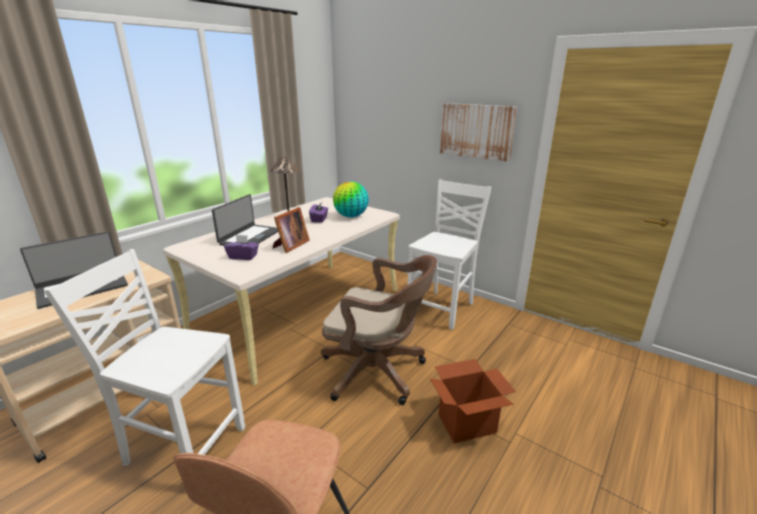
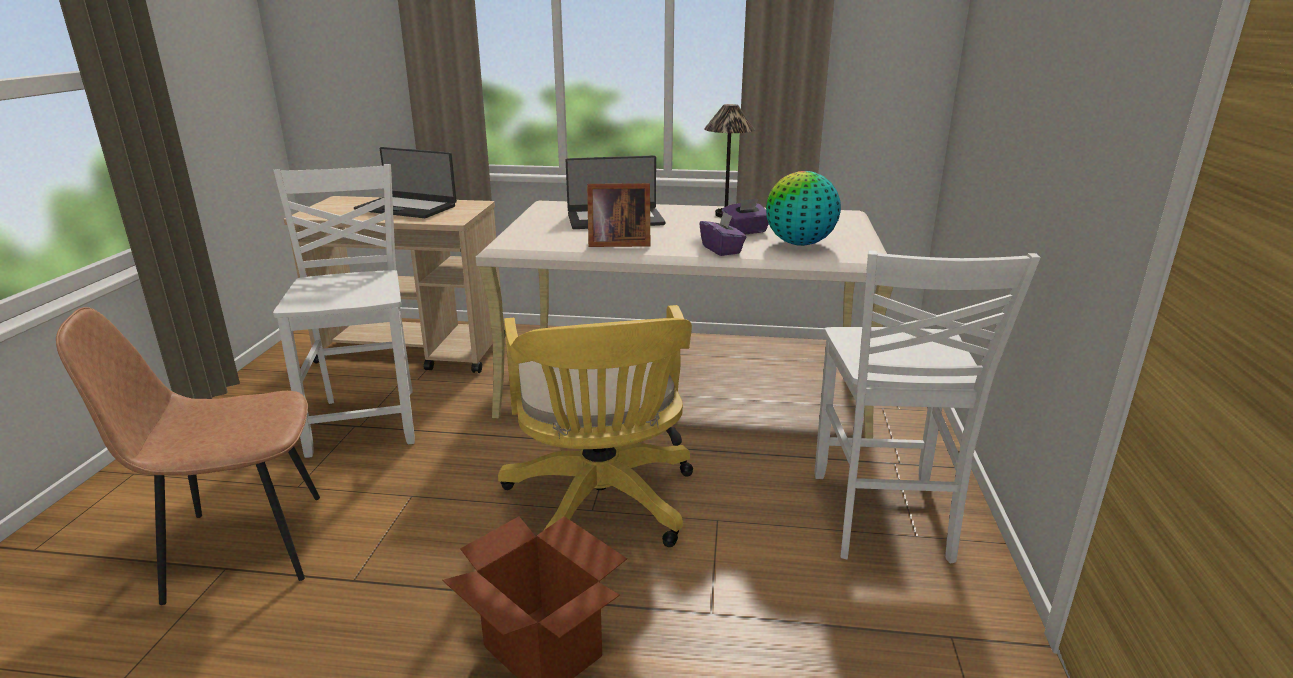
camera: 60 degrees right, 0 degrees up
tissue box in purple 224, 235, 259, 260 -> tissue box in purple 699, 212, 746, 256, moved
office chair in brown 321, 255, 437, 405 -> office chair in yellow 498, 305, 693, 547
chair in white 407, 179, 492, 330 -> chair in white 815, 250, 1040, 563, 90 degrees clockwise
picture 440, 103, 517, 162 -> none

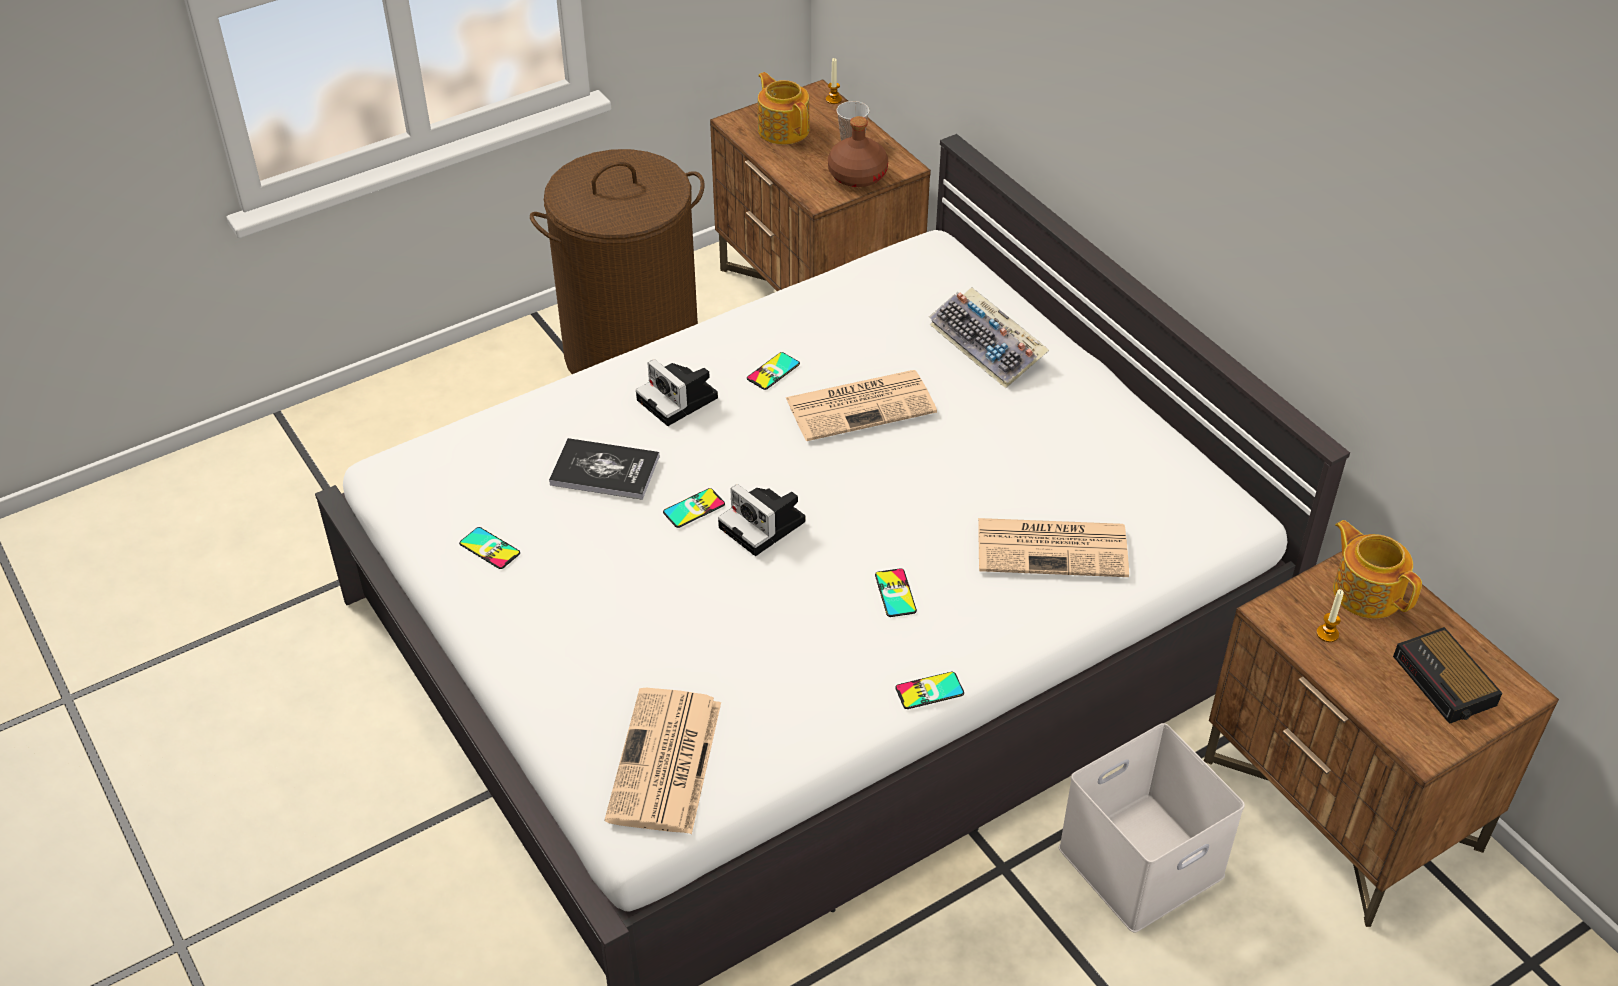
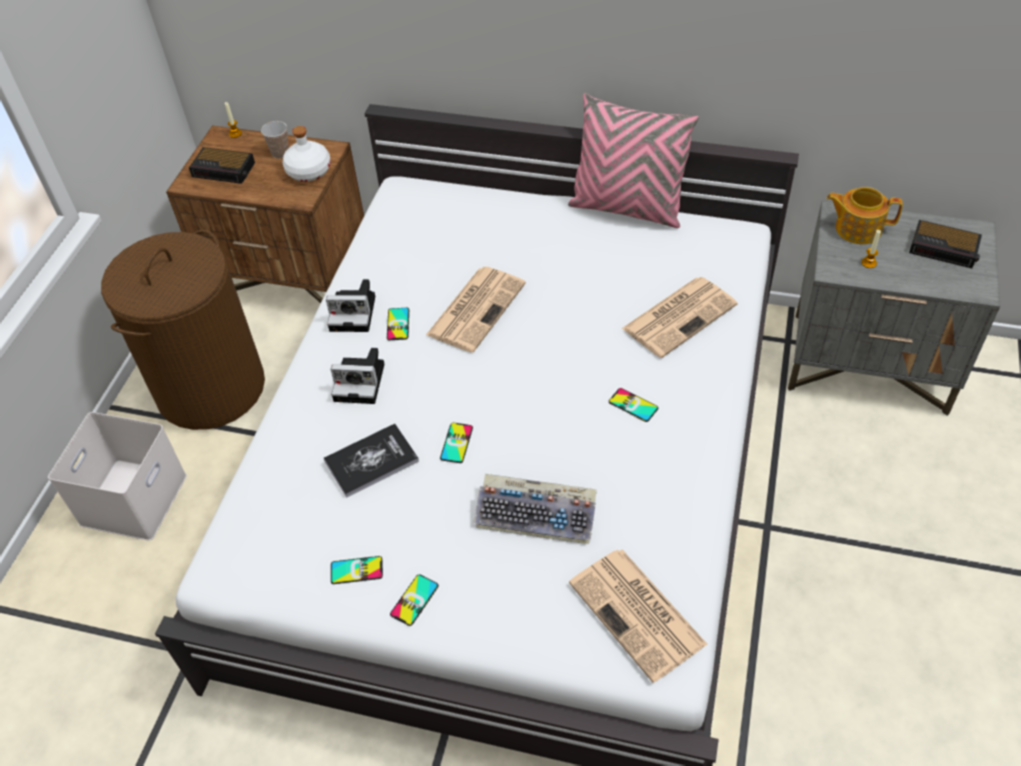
camera: 40 degrees left, 5 degrees up
photo camera 718, 484, 805, 556 -> photo camera 326, 279, 375, 332, moved
teapot 758, 72, 809, 145 -> alarm clock 189, 147, 255, 184
bottle in brown 828, 116, 888, 187 -> bottle in white 283, 126, 331, 182
phone 895, 672, 964, 709 -> phone 390, 574, 439, 626, moved
keyboard 929, 287, 1049, 388 -> keyboard 473, 474, 597, 544, moved
storage box in white 1059, 723, 1245, 932 -> storage box in white 48, 412, 187, 541, moved
nightstand in brown 1204, 551, 1559, 927 -> nightstand in grey 788, 201, 1000, 416
none -> pillow in pink 568, 93, 699, 228

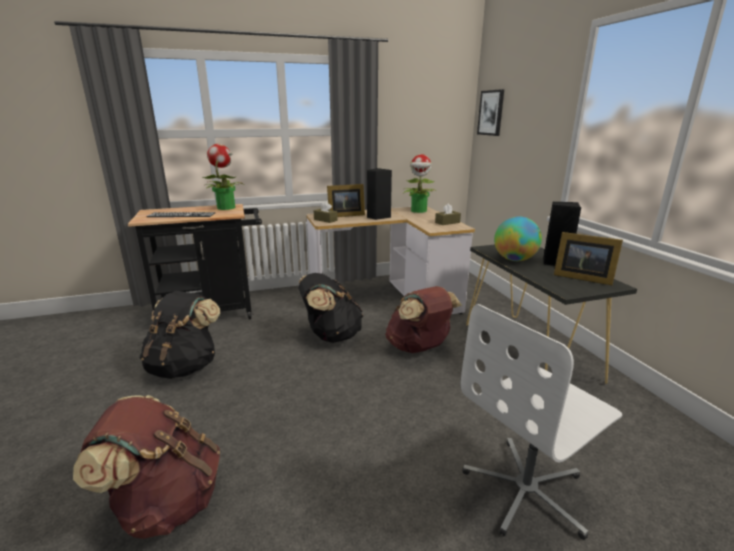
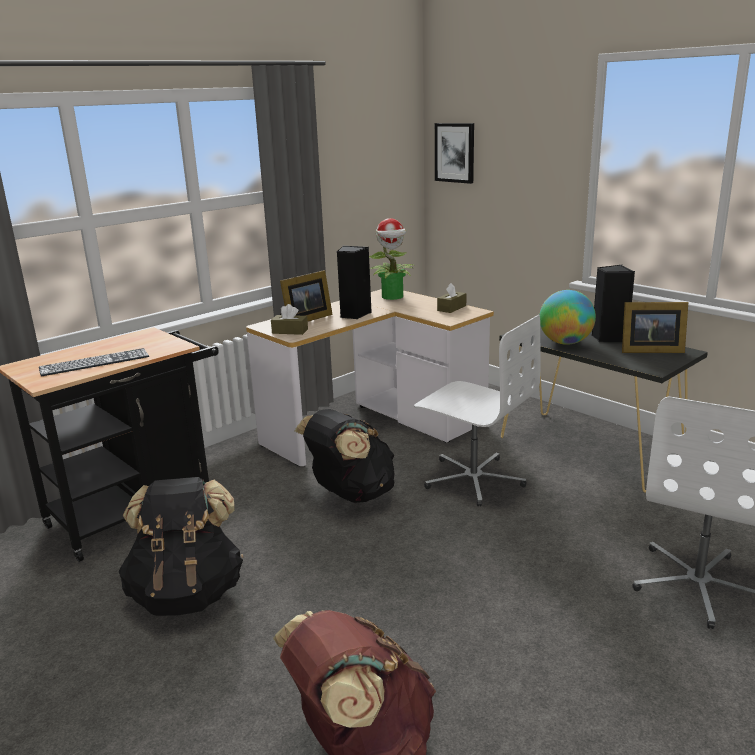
camera: 25 degrees left, 0 degrees up
potted plant 203, 144, 244, 210 -> none
backpack in brown 385, 286, 462, 353 -> office chair in white 414, 315, 541, 507

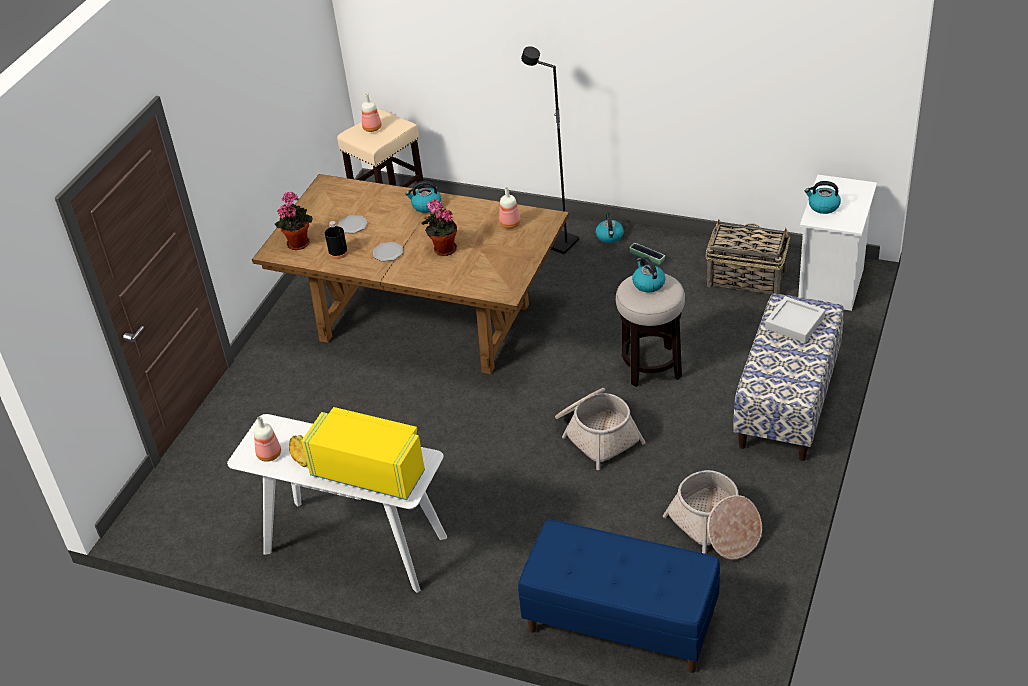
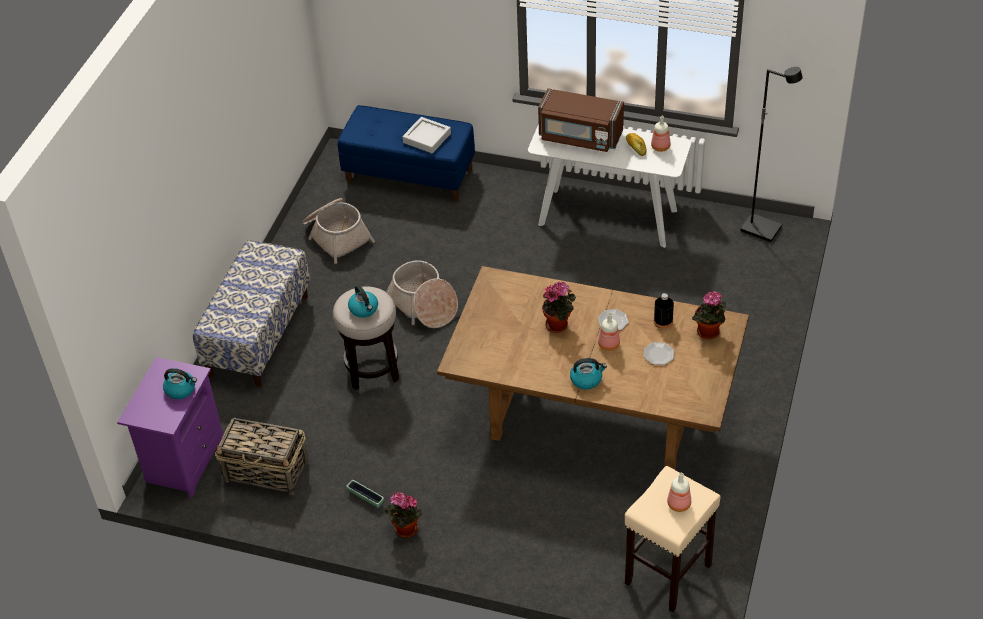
camera: 175 degrees right, 5 degrees up
microwave in yellow 302, 407, 425, 500 -> microwave in brown 538, 88, 624, 152
bottle 499, 187, 521, 229 -> bottle 598, 313, 620, 351, moved
floor lamp in black 521, 46, 579, 255 -> floor lamp in black 740, 67, 803, 243, moved
kettle 596, 212, 624, 243 -> potted plant 385, 492, 423, 538
tray in grey 765, 296, 825, 343 -> tray in grey 402, 117, 451, 154, moved
nightstand in white 798, 175, 877, 311 -> nightstand in purple 117, 357, 223, 498

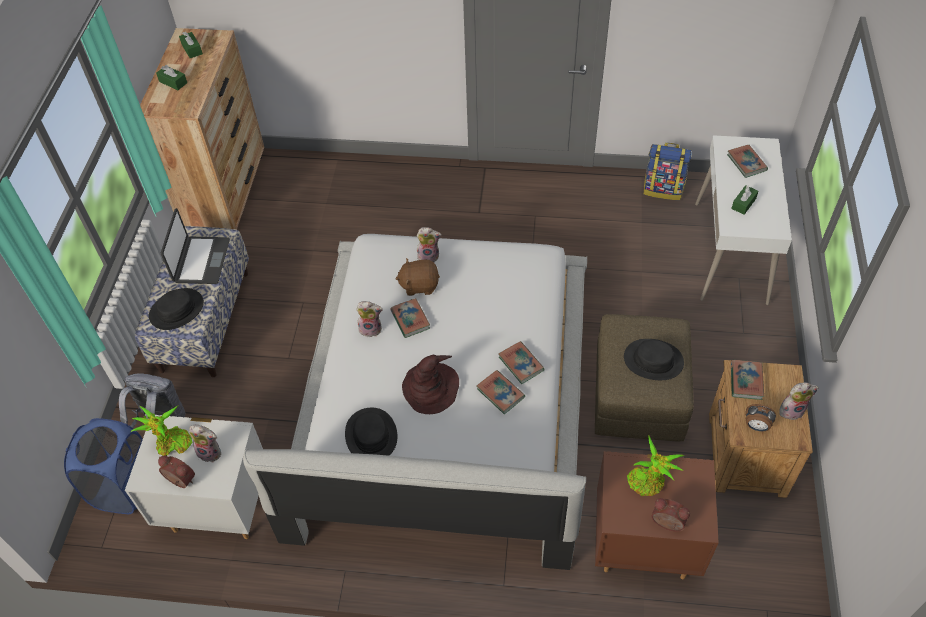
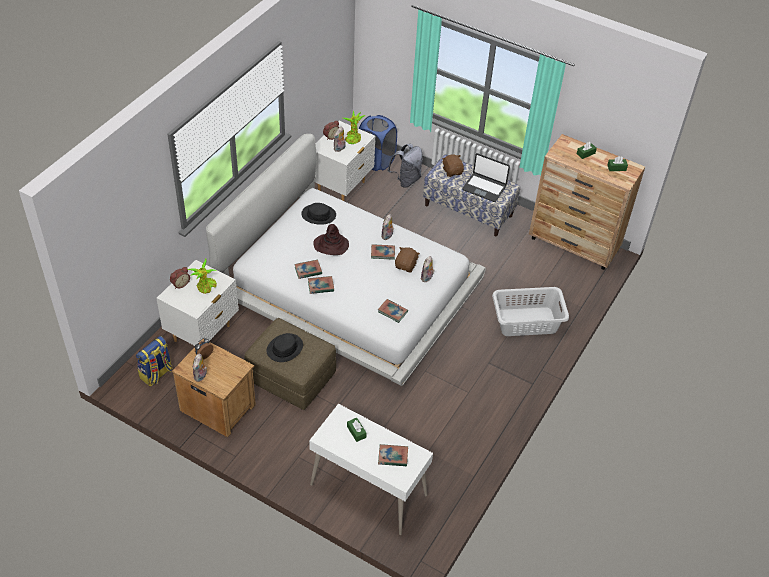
camera: 110 degrees right, 5 degrees down
hat in black 149, 288, 204, 330 -> plush toy in brown 442, 154, 464, 177
nightstand in brown 595, 451, 719, 579 -> nightstand in white 156, 260, 239, 346
backpack 644, 143, 692, 200 -> backpack 136, 336, 173, 386, moved
book 731, 360, 764, 400 -> book 378, 299, 408, 323, moved
none -> laundry basket in grey 492, 287, 569, 336

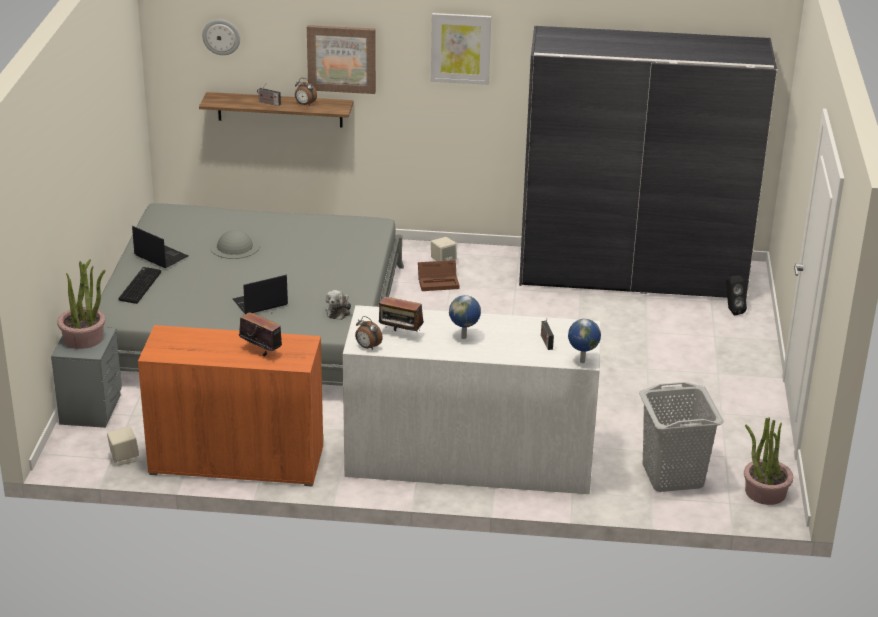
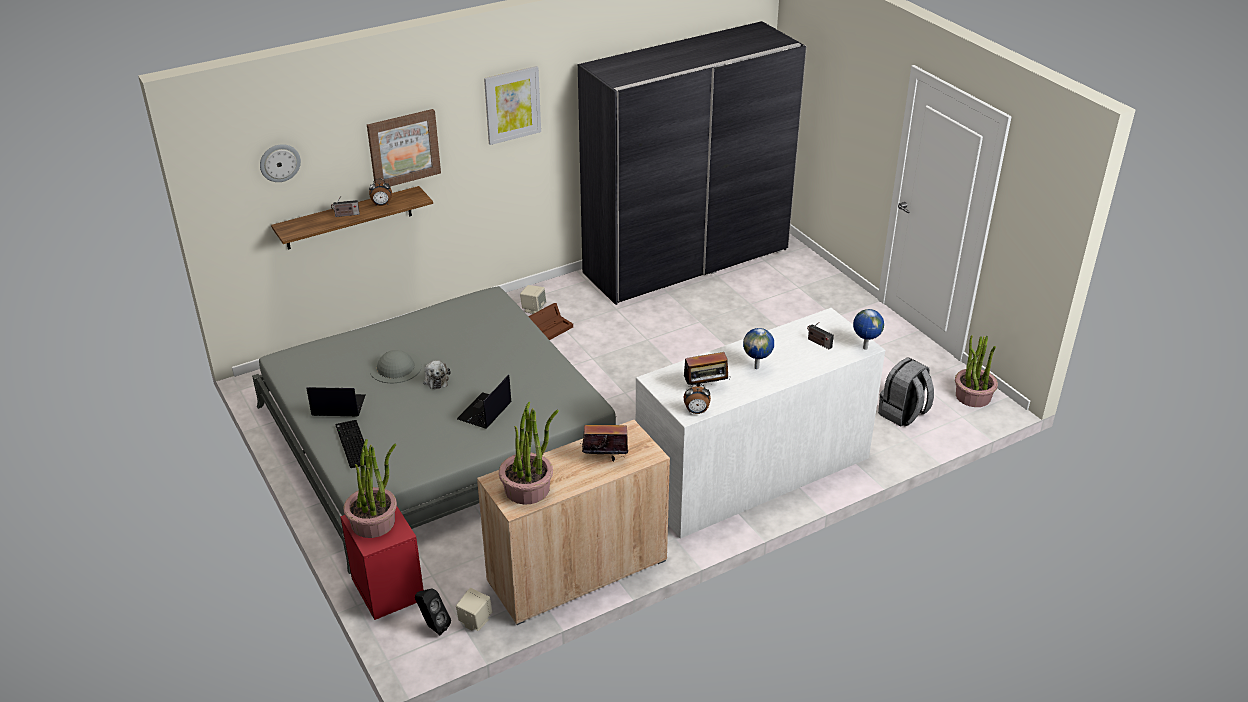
camera: 35 degrees left, 5 degrees up
nightstand in grey 51, 327, 122, 428 -> nightstand in red 340, 507, 424, 620
cabinet in orange 138, 325, 323, 487 -> cabinet in beige 477, 420, 670, 625
plush toy 325, 290, 351, 320 -> plush toy 423, 360, 451, 389, moved
laundry basket in grey 639, 382, 724, 492 -> backpack in grey 878, 357, 934, 426
speaker in black 726, 276, 747, 315 -> speaker in black 415, 588, 451, 635, moved
none -> potted plant 499, 402, 559, 505

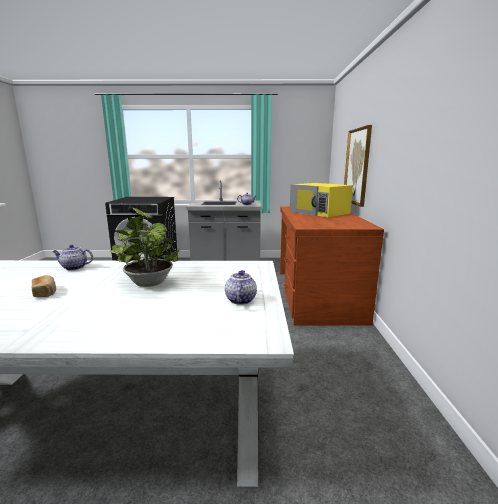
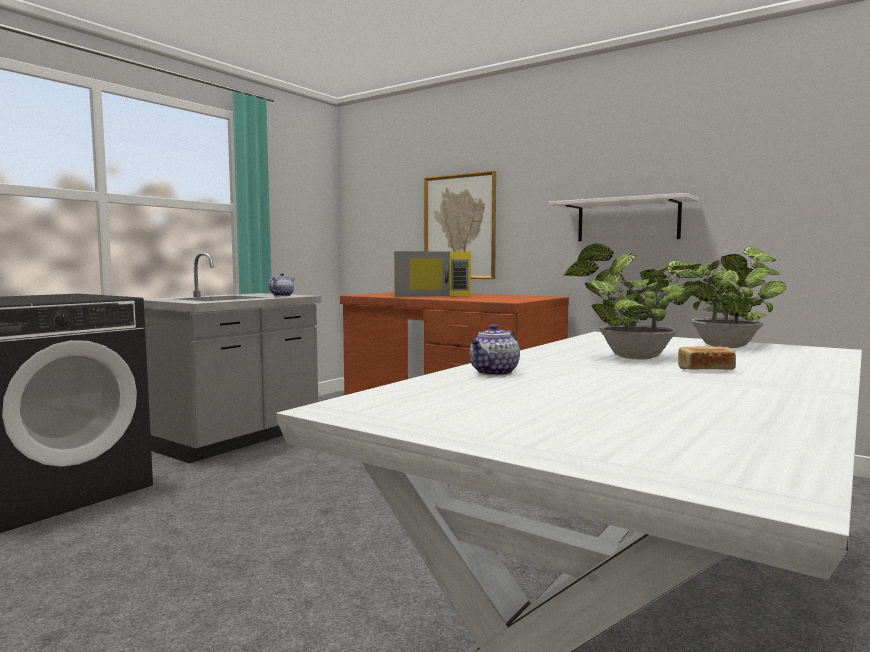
camera: 55 degrees left, 10 degrees down
bread 31, 275, 56, 297 -> bread 678, 346, 736, 370, moved
teapot 225, 270, 257, 305 -> potted plant 684, 246, 786, 348
none -> shelf in white 548, 193, 698, 241

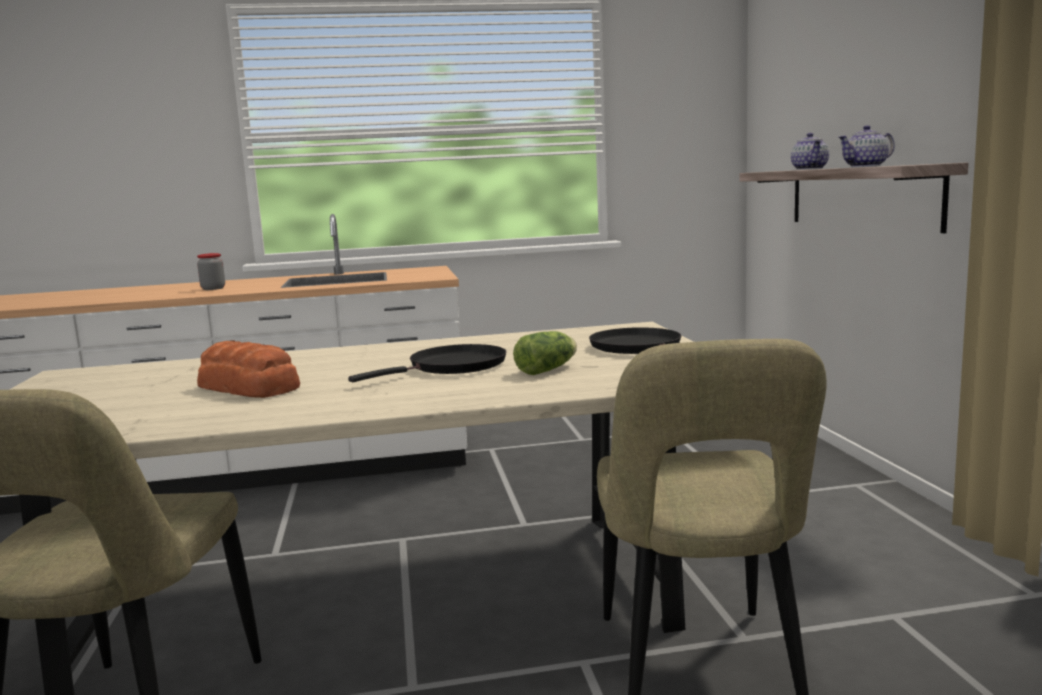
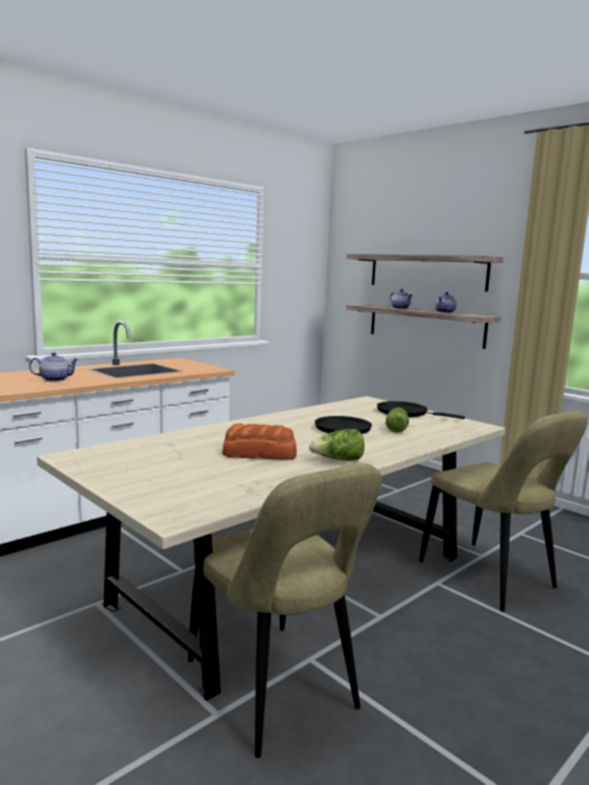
camera: 35 degrees left, 0 degrees up
jar 197, 253, 225, 290 -> teapot 29, 352, 79, 381
none -> lettuce 309, 429, 365, 461
none -> shelf 346, 254, 503, 292

